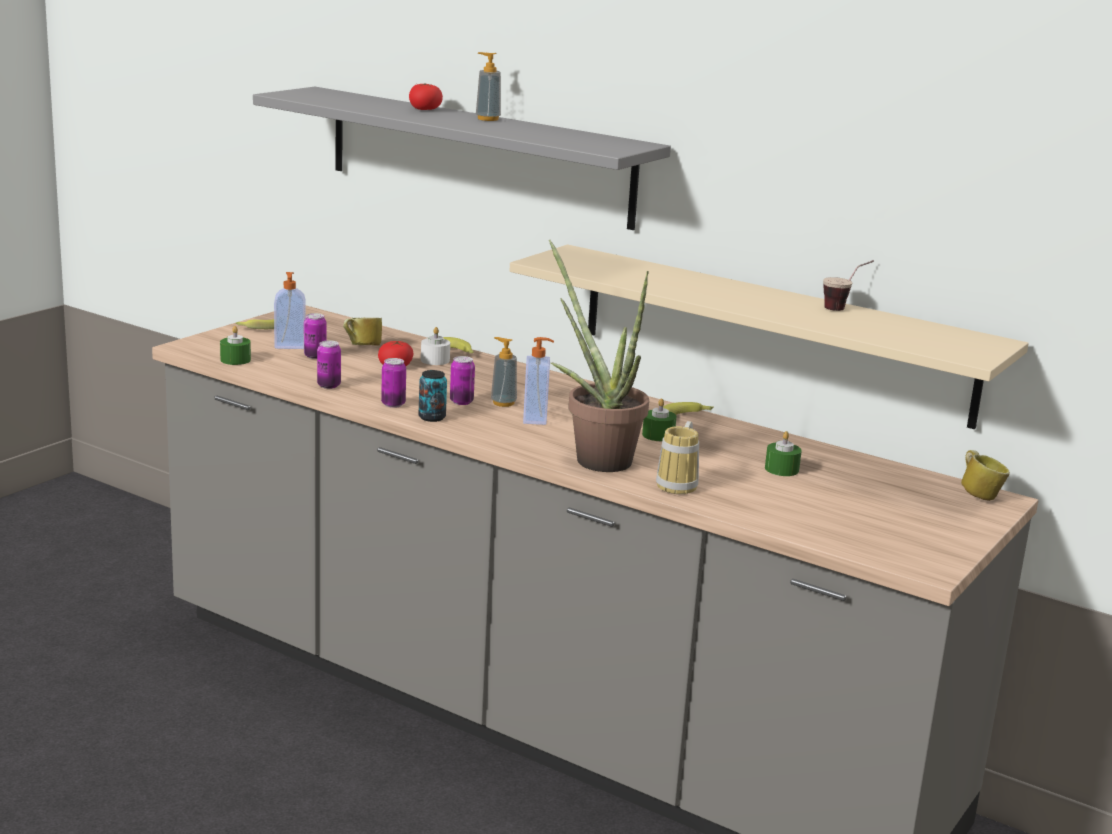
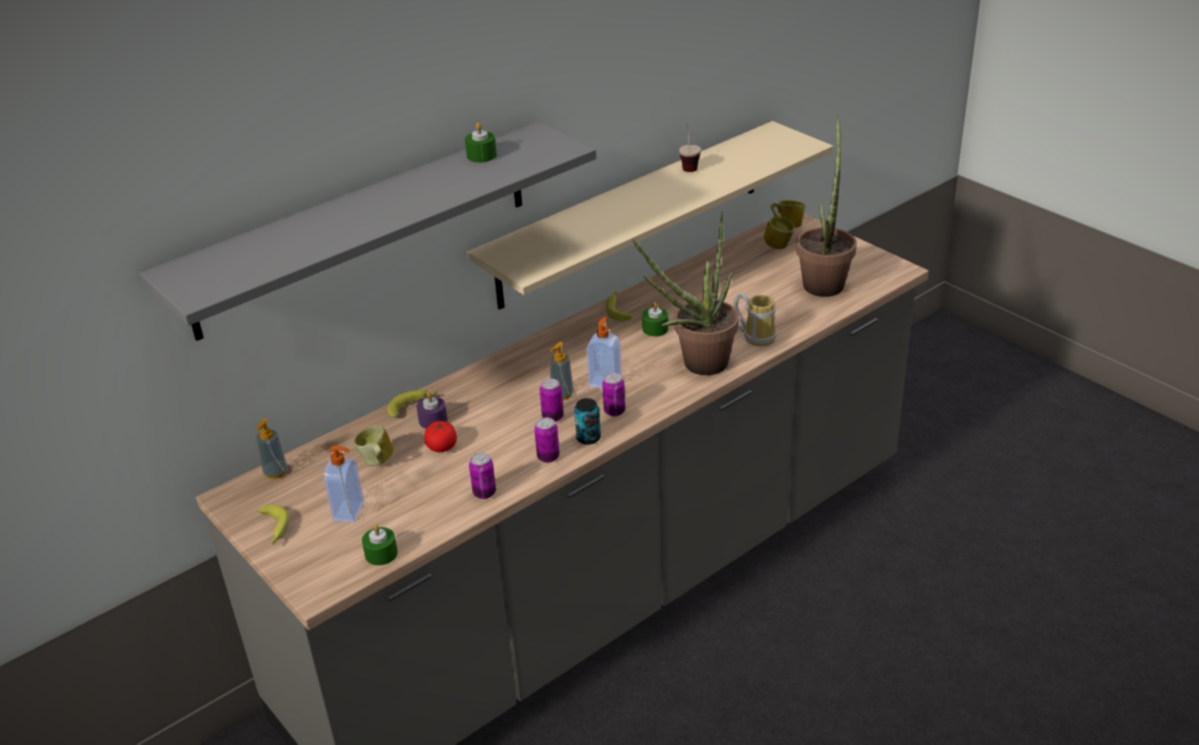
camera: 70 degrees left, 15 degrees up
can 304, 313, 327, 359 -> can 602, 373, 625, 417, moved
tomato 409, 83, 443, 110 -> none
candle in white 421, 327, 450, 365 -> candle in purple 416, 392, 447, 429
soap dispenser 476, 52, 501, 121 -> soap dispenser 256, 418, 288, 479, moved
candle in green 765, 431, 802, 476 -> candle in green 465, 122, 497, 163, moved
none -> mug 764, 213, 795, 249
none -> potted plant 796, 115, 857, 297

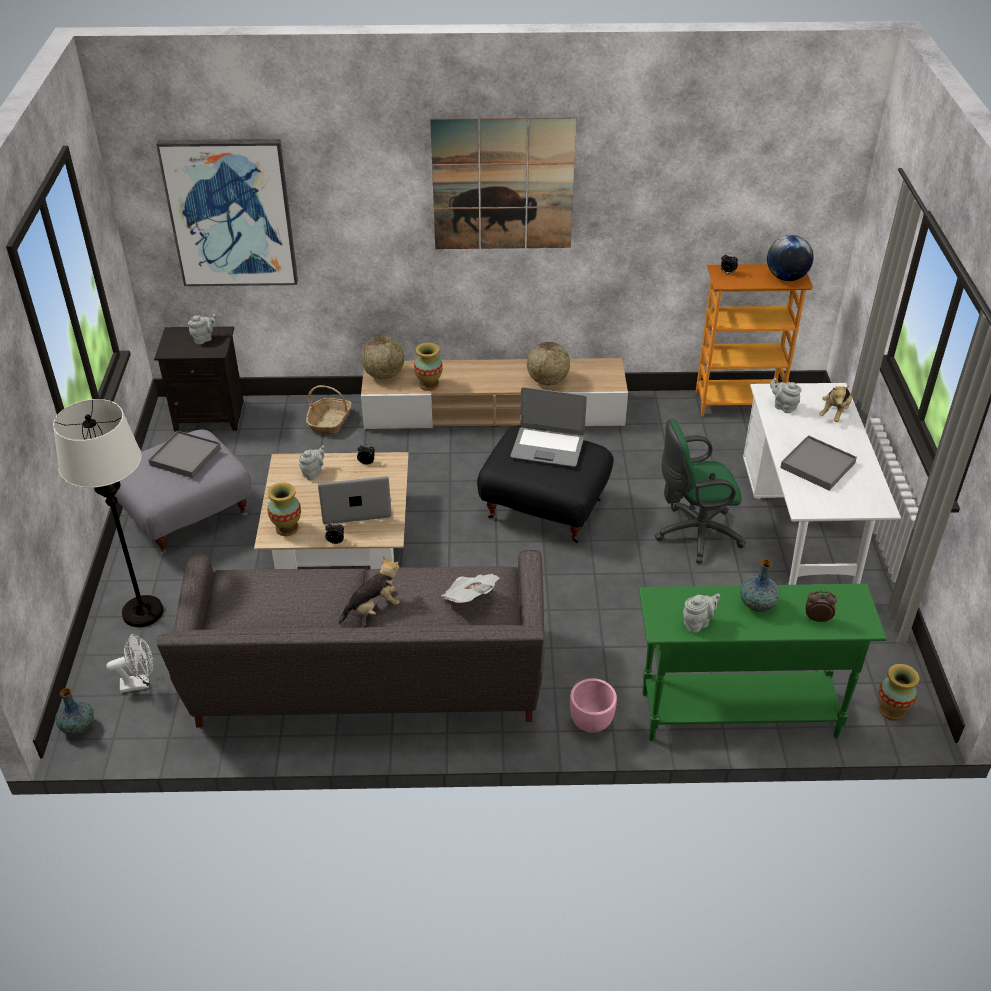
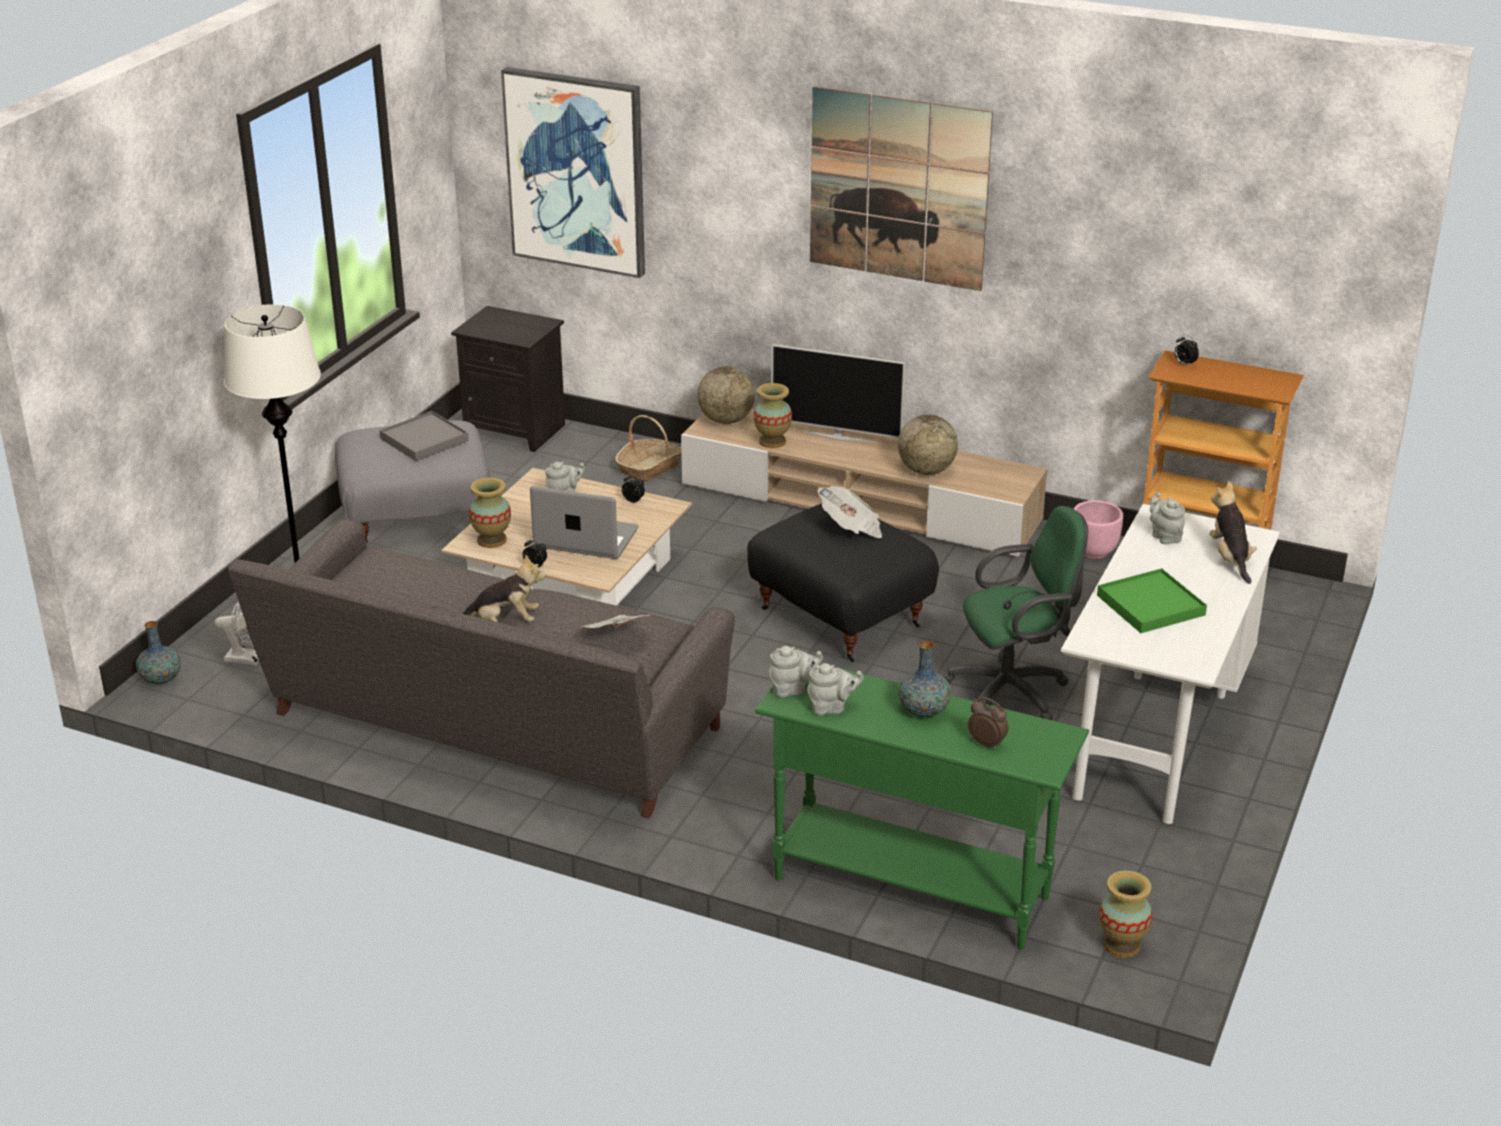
camera: 25 degrees right, 10 degrees down
teapot in grey 188, 314, 217, 345 -> teapot in grey 769, 646, 823, 697, moved
laptop 511, 387, 587, 467 -> newspaper 818, 486, 882, 538
planter in pink 570, 678, 617, 733 -> planter in pink 1074, 500, 1123, 559, moved
office chair in green 655, 419, 746, 564 -> office chair in green 943, 506, 1088, 720, 150 degrees clockwise
globe 767, 235, 814, 281 -> none
tray in grey 780, 435, 857, 491 -> tray in green 1097, 568, 1207, 633
plush toy 819, 386, 852, 422 -> plush toy 1210, 481, 1257, 584, 120 degrees clockwise
none -> television 771, 344, 905, 442

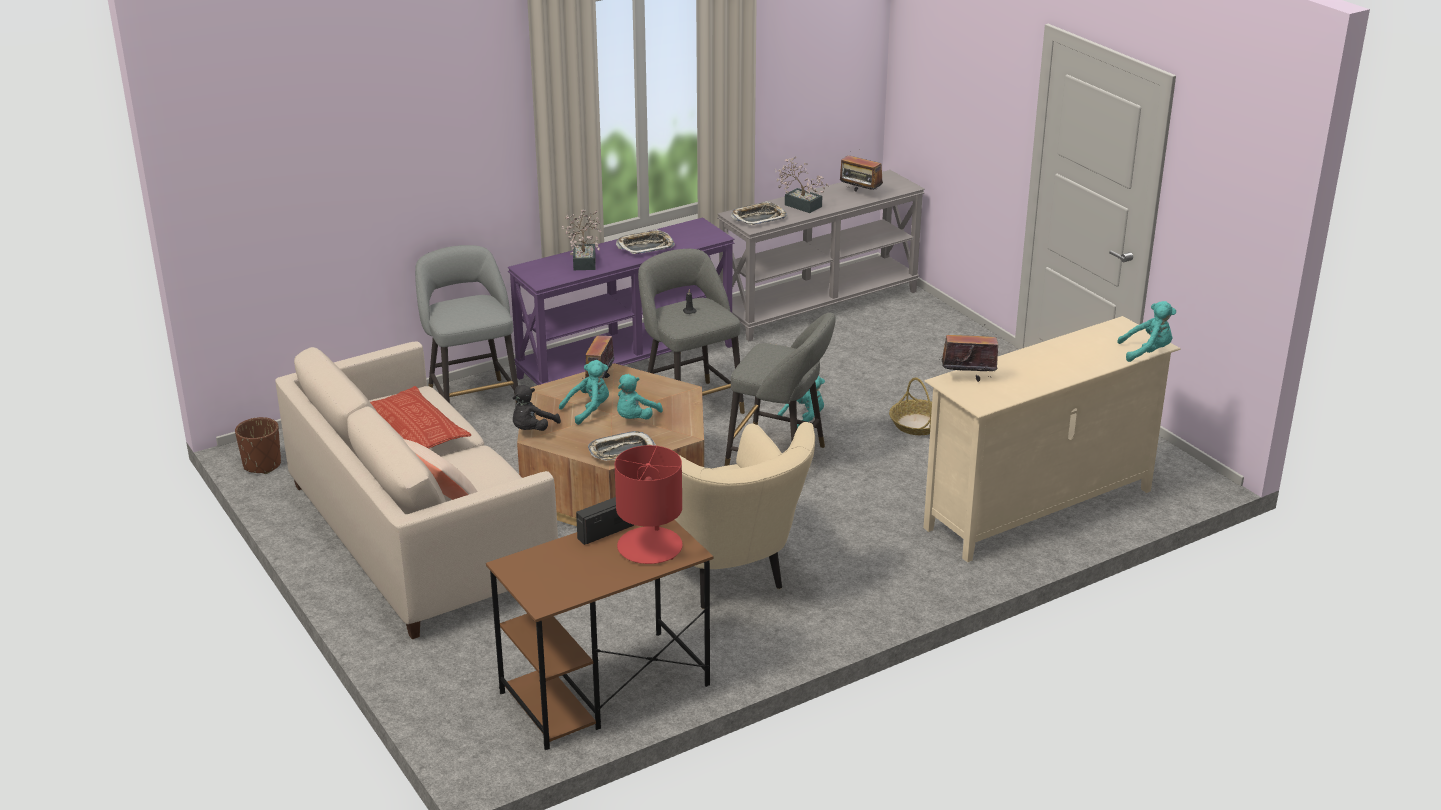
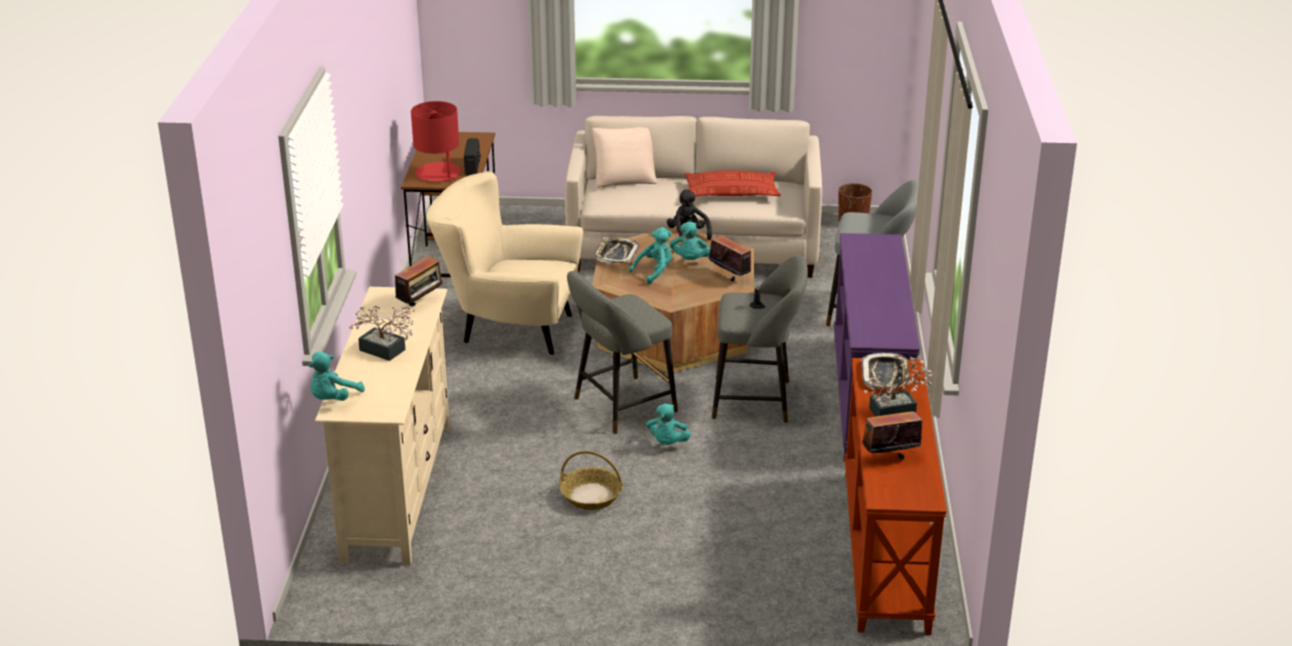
camera: 125 degrees right, 0 degrees up
potted plant 562, 209, 602, 270 -> potted plant 349, 306, 415, 361, moved
tray 616, 229, 675, 255 -> none
plush toy in turquoise 617, 374, 663, 419 -> plush toy in turquoise 629, 227, 672, 284, 75 degrees clockwise
console table in grey 717, 170, 925, 341 -> console table in brown 845, 358, 947, 635

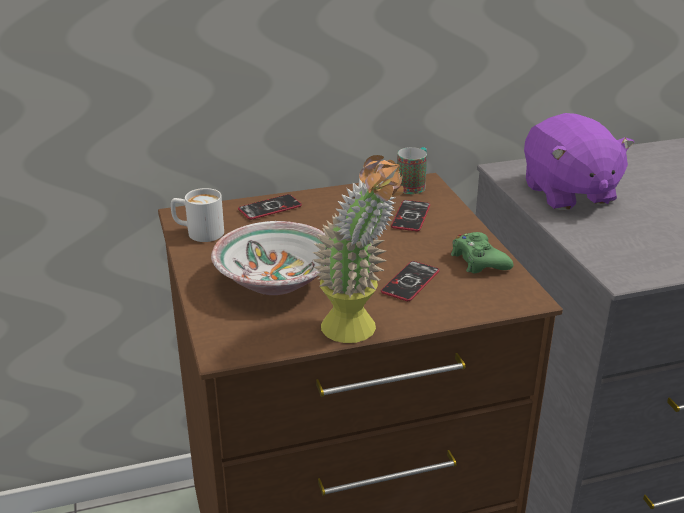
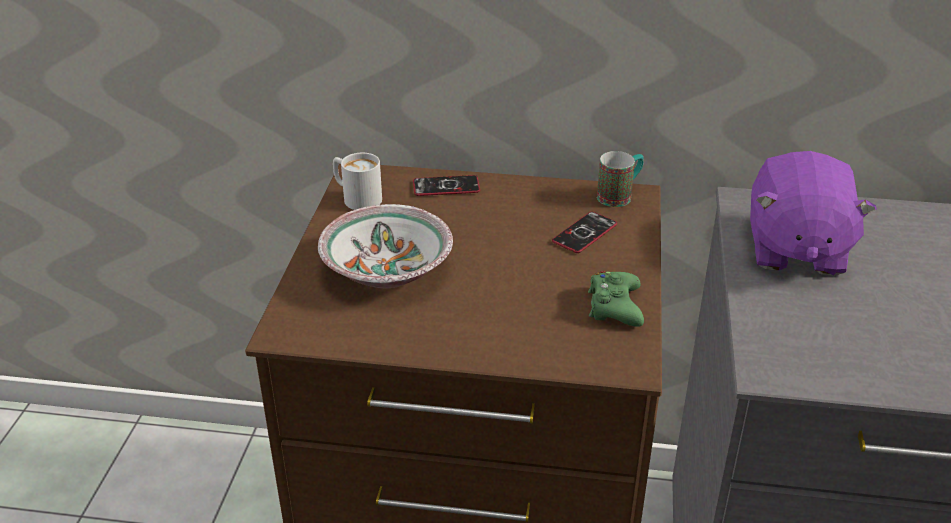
camera: 25 degrees right, 5 degrees up
potted plant 312, 155, 404, 343 -> none
phone 381, 261, 440, 301 -> none

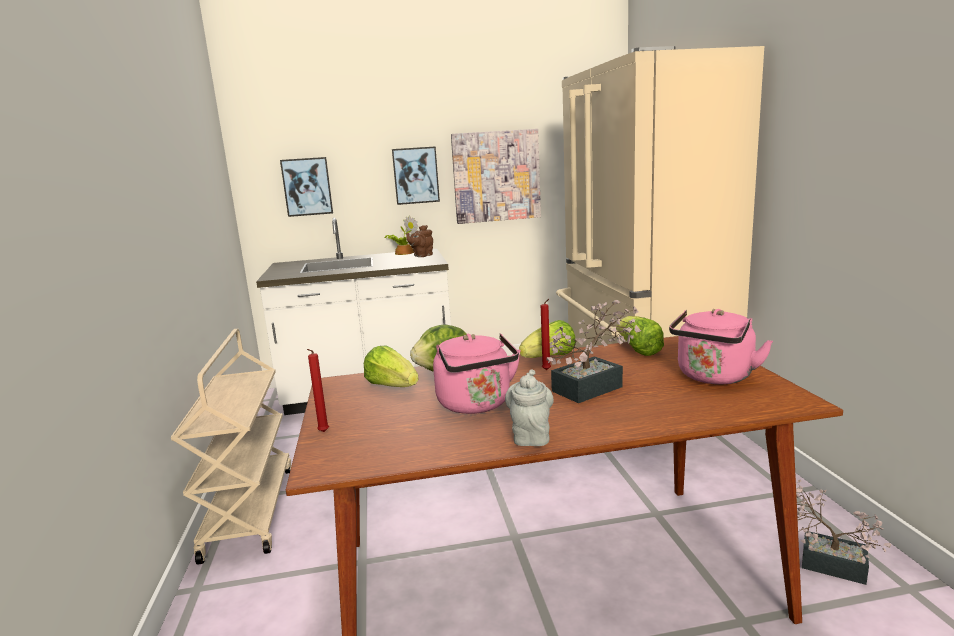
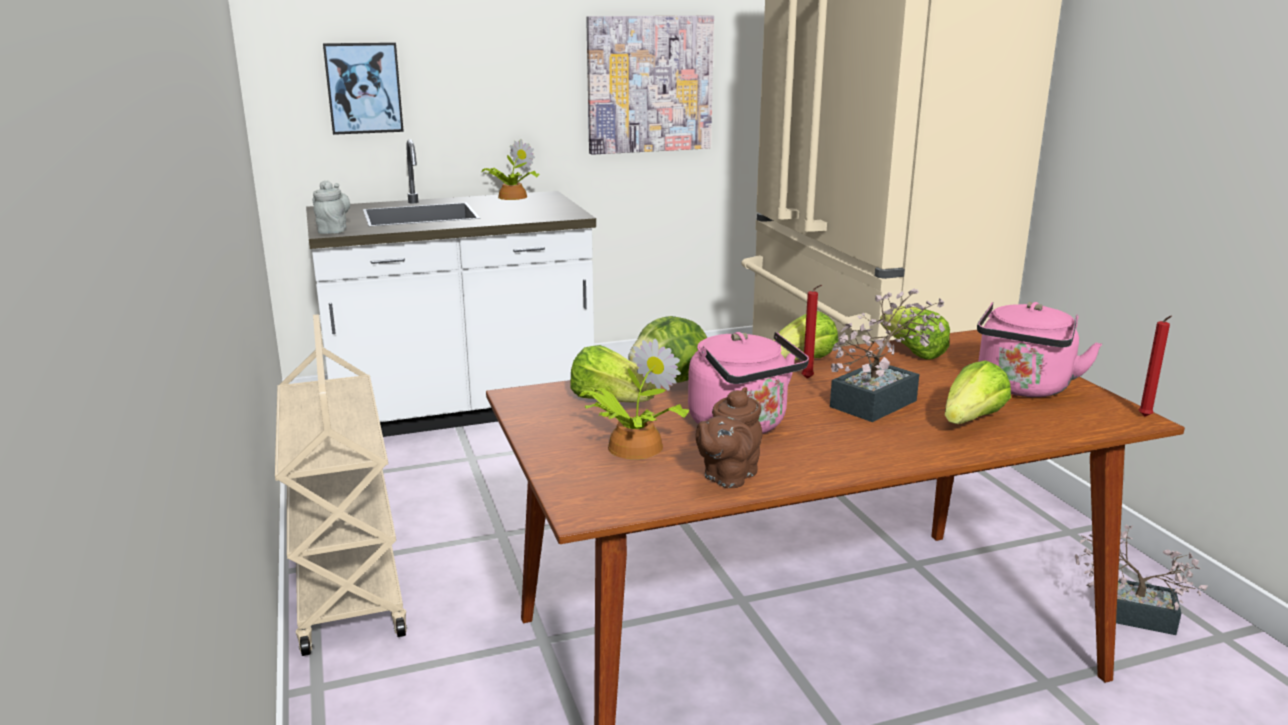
camera: 10 degrees left, 5 degrees up
candle in red 307, 349, 329, 432 -> candle in red 1138, 316, 1172, 417, moved
picture 392, 146, 440, 205 -> none
teapot in brown 406, 225, 433, 257 -> teapot in brown 696, 387, 762, 488, moved
teapot in grey 505, 369, 554, 446 -> teapot in grey 313, 180, 350, 234, moved
none -> potted plant 577, 339, 690, 459
none -> lettuce 945, 361, 1011, 424

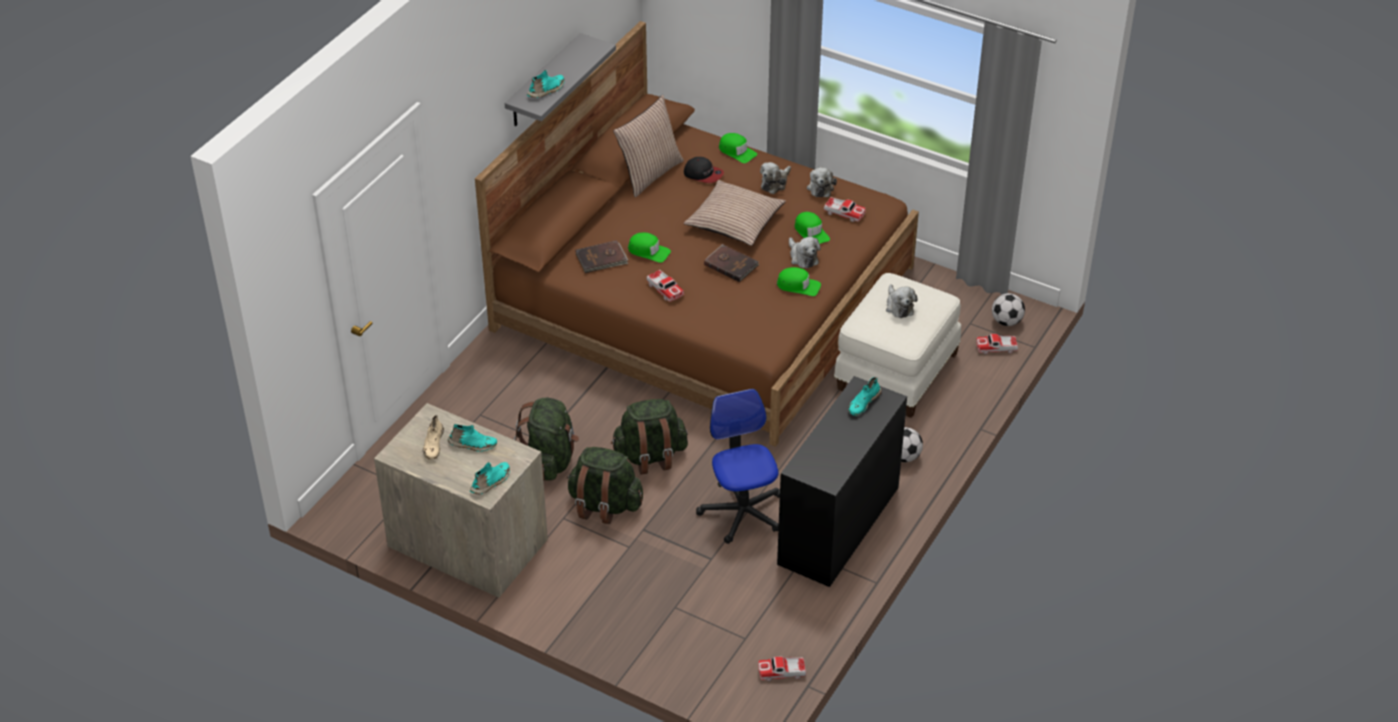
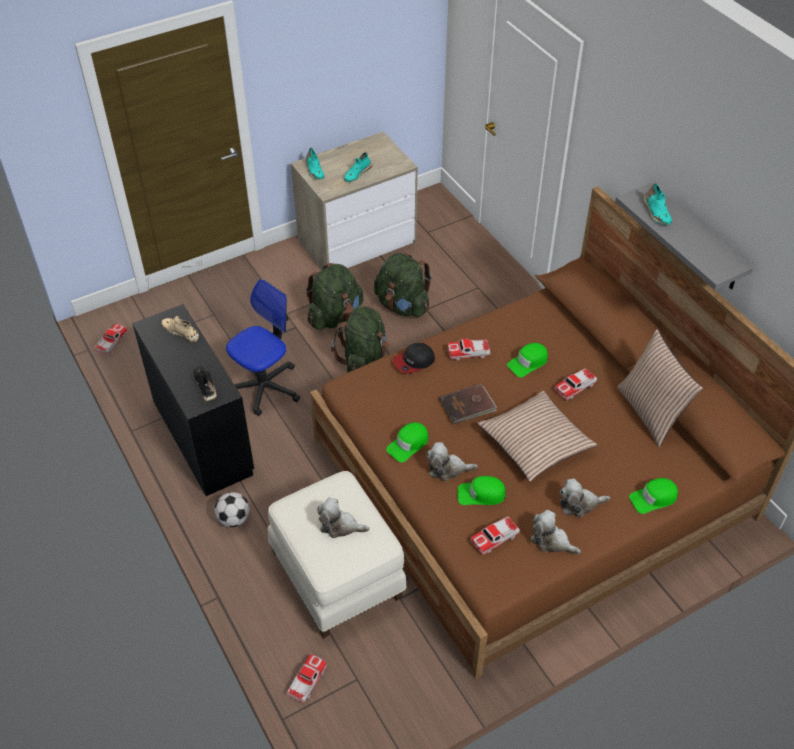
camera: 120 degrees right, 5 degrees up
shoe in beige 423, 415, 444, 460 -> shoe in beige 161, 316, 199, 343, moved
book in brown 576, 240, 628, 273 -> none
cap 684, 157, 724, 183 -> cap 393, 343, 435, 374, moved
office chair 696, 389, 780, 544 -> office chair 226, 279, 300, 416, 60 degrees counterclockwise
plush toy 760, 162, 791, 194 -> plush toy 560, 479, 610, 517, 75 degrees counterclockwise
shoe in turquoise 848, 377, 882, 416 -> shoe in black 194, 367, 217, 403
football 992, 293, 1025, 326 -> none
none -> toy car 554, 368, 597, 400

